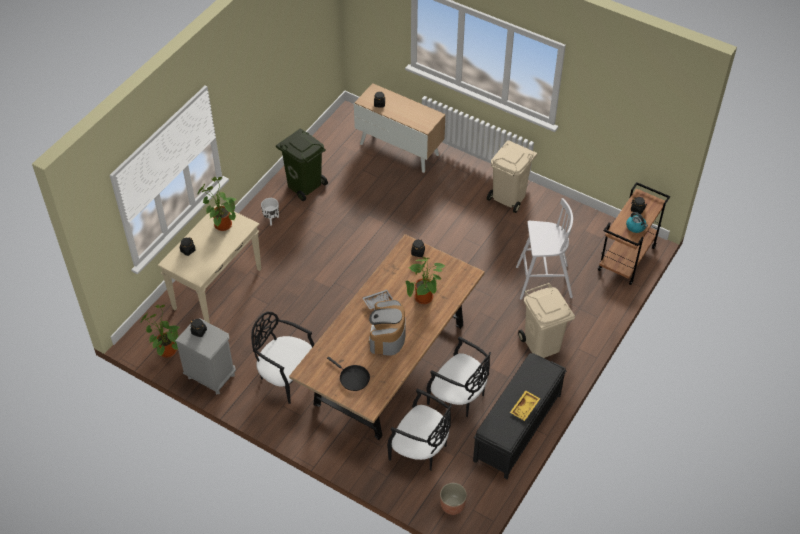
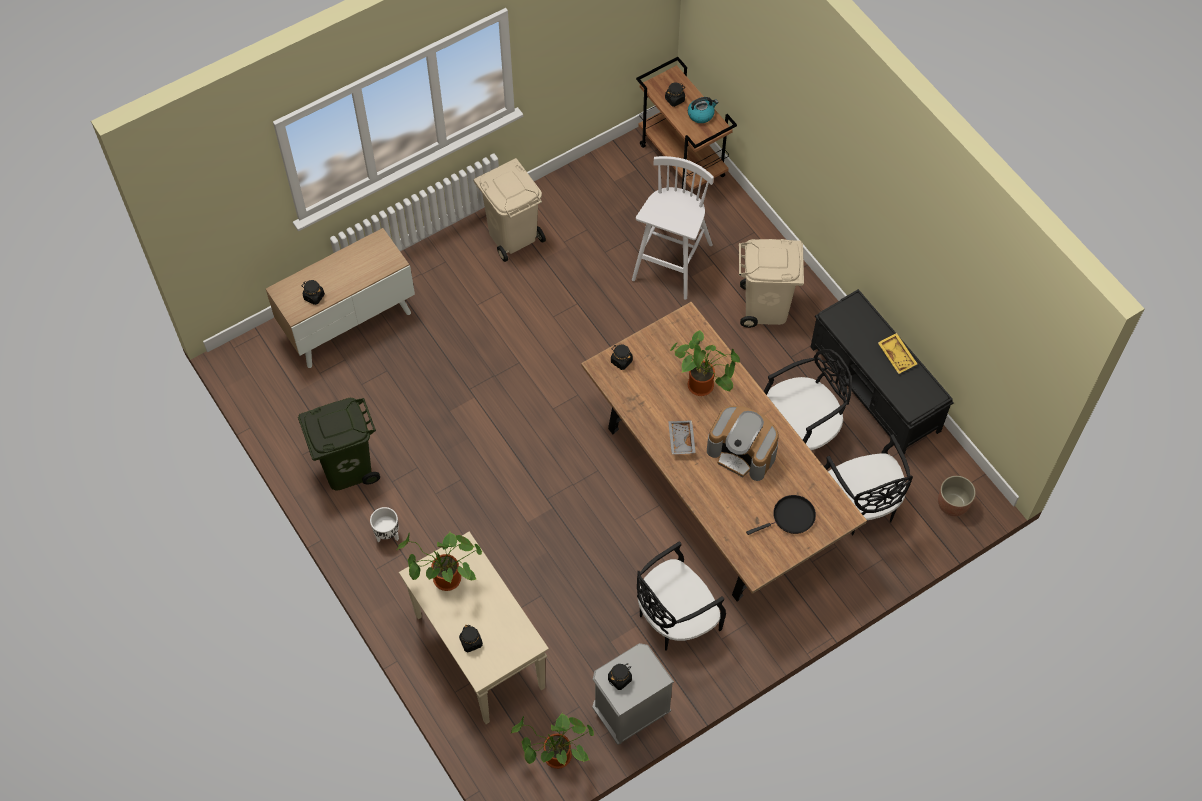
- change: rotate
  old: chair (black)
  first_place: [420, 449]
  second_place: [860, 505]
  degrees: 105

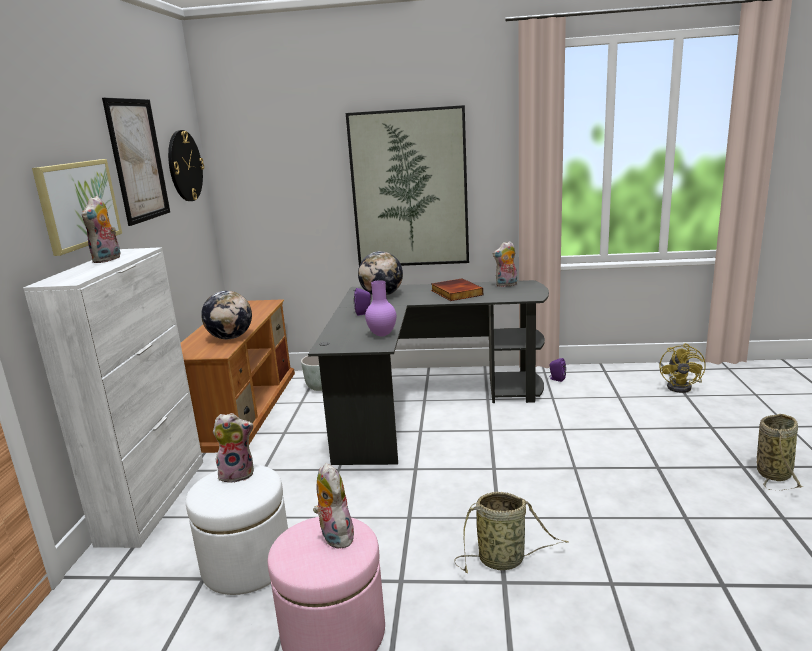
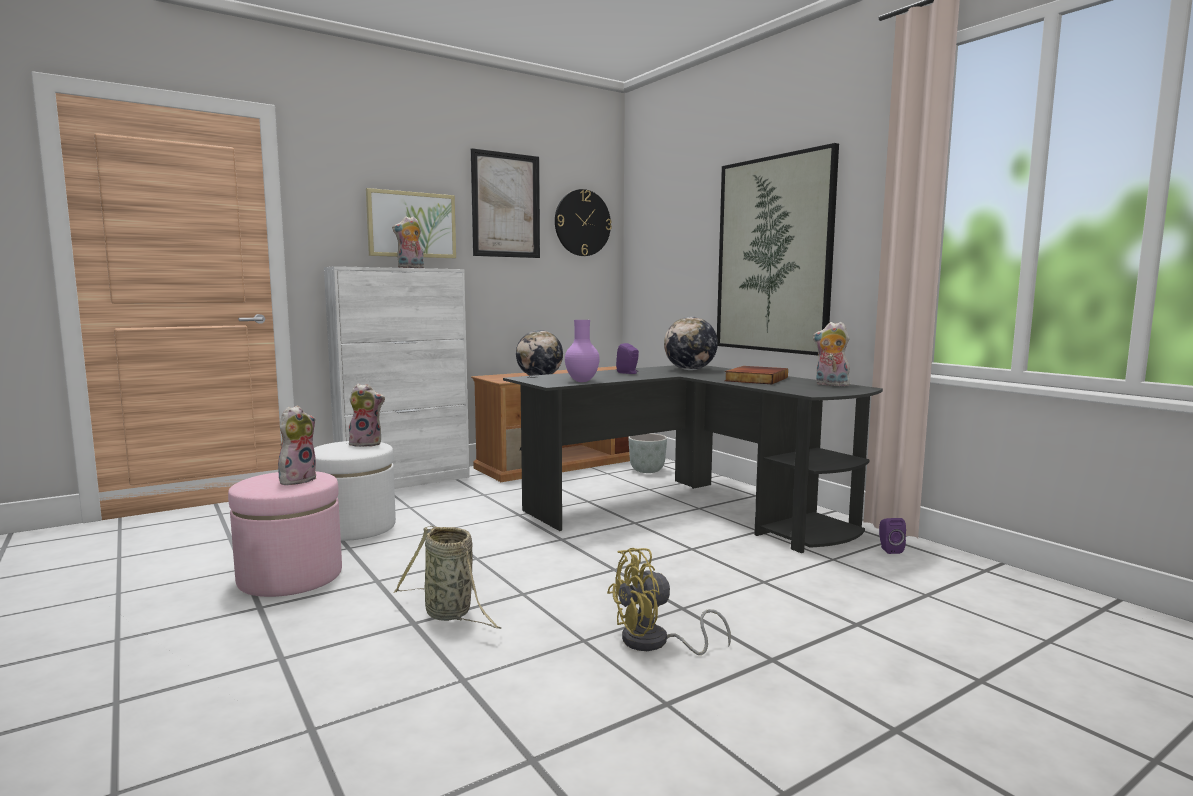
- change: rotate
  old: plush toy
  first_place: [238, 474]
  second_place: [367, 444]
  degrees: -45
- change: move
  old: fan (yellow-coloured)
  first_place: [683, 387]
  second_place: [655, 643]
- change: delete
  old: household basket
  first_place: [773, 472]

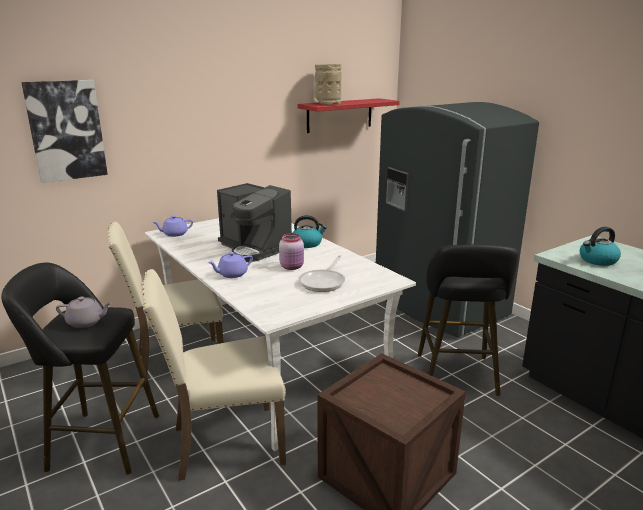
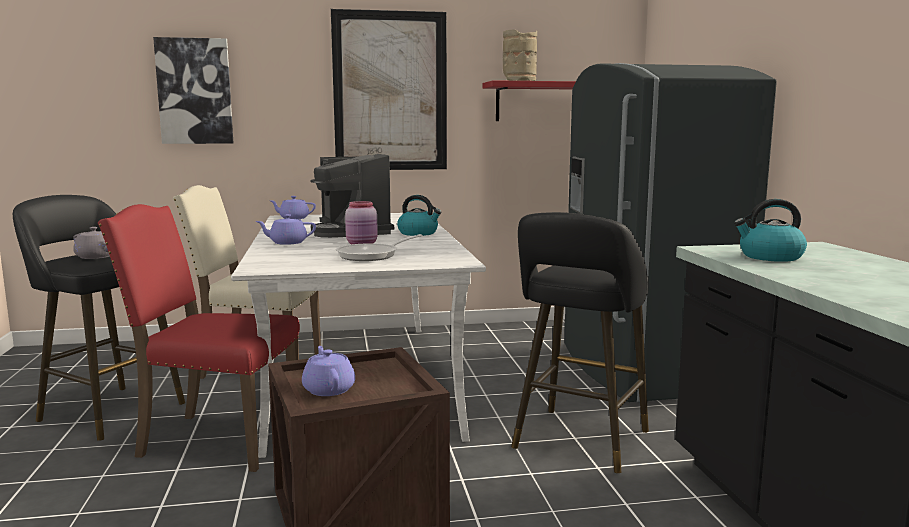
- change: recolor
  old: chair (sand-coloured)
  new: chair (red)
  first_place: [224, 443]
  second_place: [217, 439]
- change: insert
  new: tea pot (purple)
  second_place: [328, 389]
- change: insert
  new: wall art
  second_place: [390, 91]

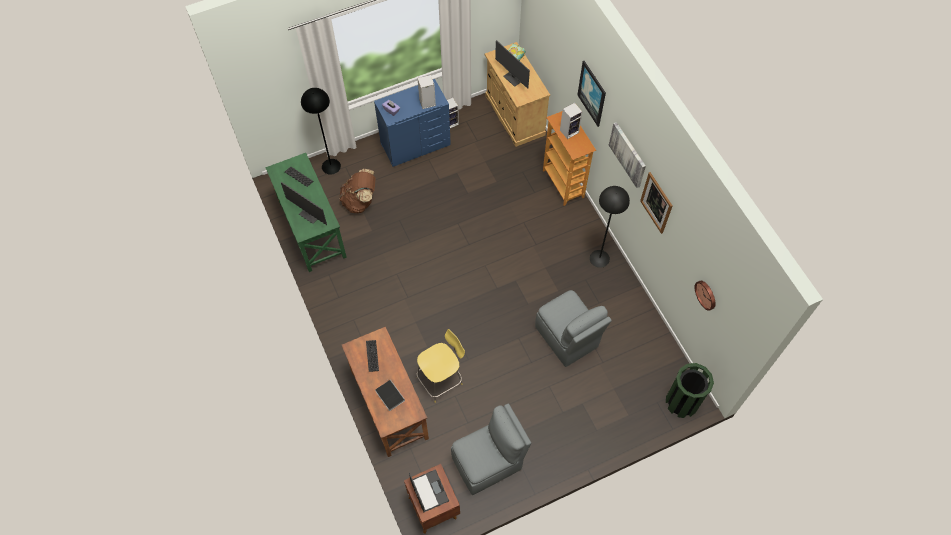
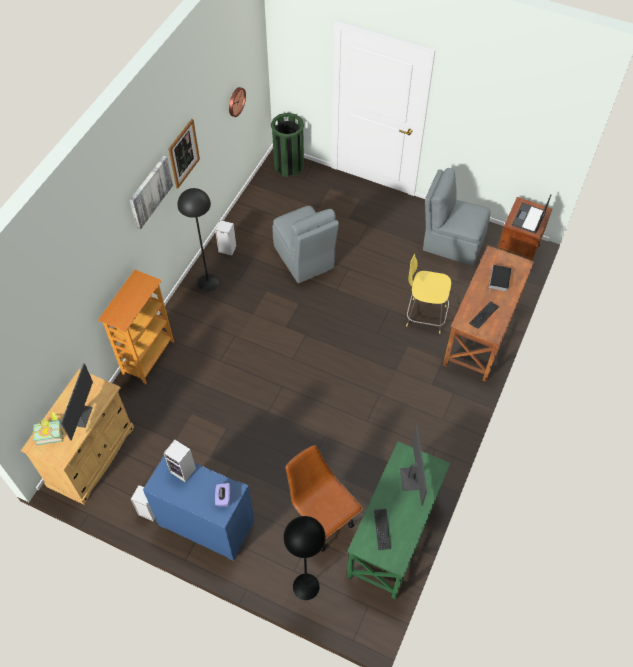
- change: move
  old: speaker
  first_place: [569, 131]
  second_place: [226, 249]
- change: rotate
  old: chair (grey)
  first_place: [567, 338]
  second_place: [304, 258]
  degrees: 135
- change: replace
  old: knapsack (brownish)
  new: desk chair (brownish)
  first_place: [360, 201]
  second_place: [321, 518]
- change: delete
  old: wall art
  first_place: [592, 93]

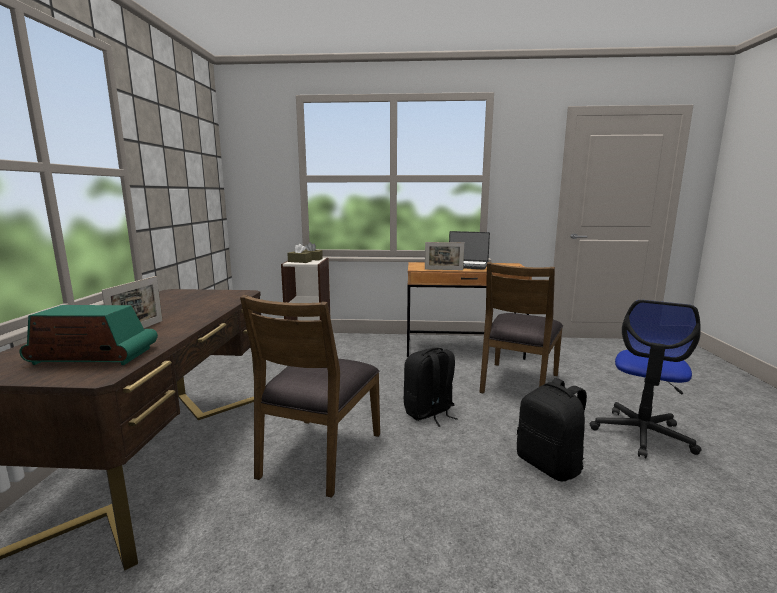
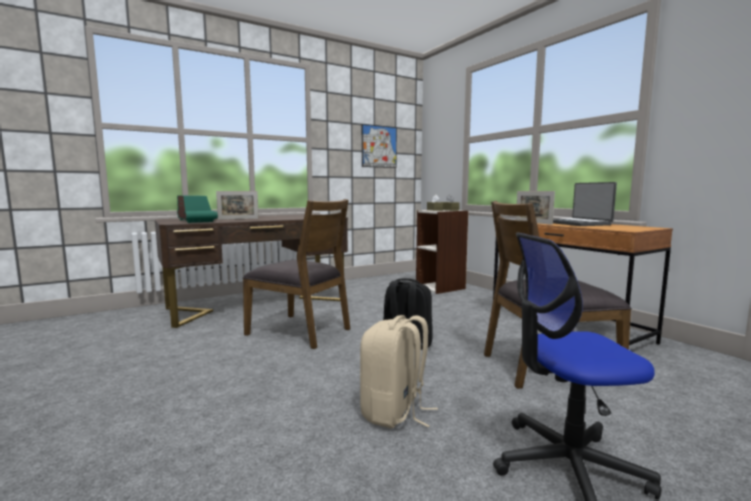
- change: rotate
  old: chair (brownish)
  first_place: [319, 454]
  second_place: [300, 331]
  degrees: -135
- change: recolor
  old: knapsack (black)
  new: knapsack (sand-coloured)
  first_place: [550, 465]
  second_place: [394, 412]
- change: insert
  new: wall art
  second_place: [379, 146]

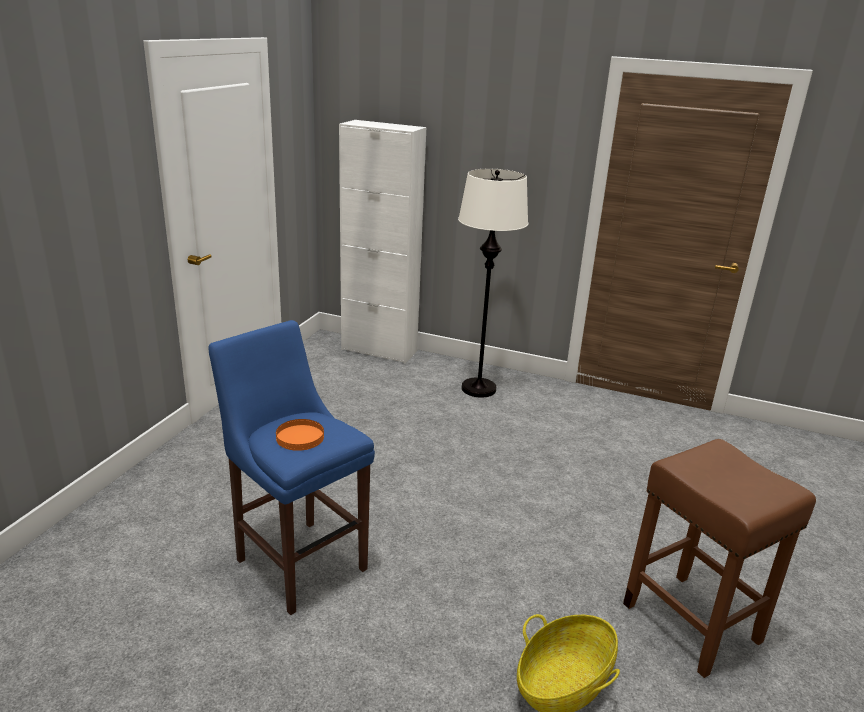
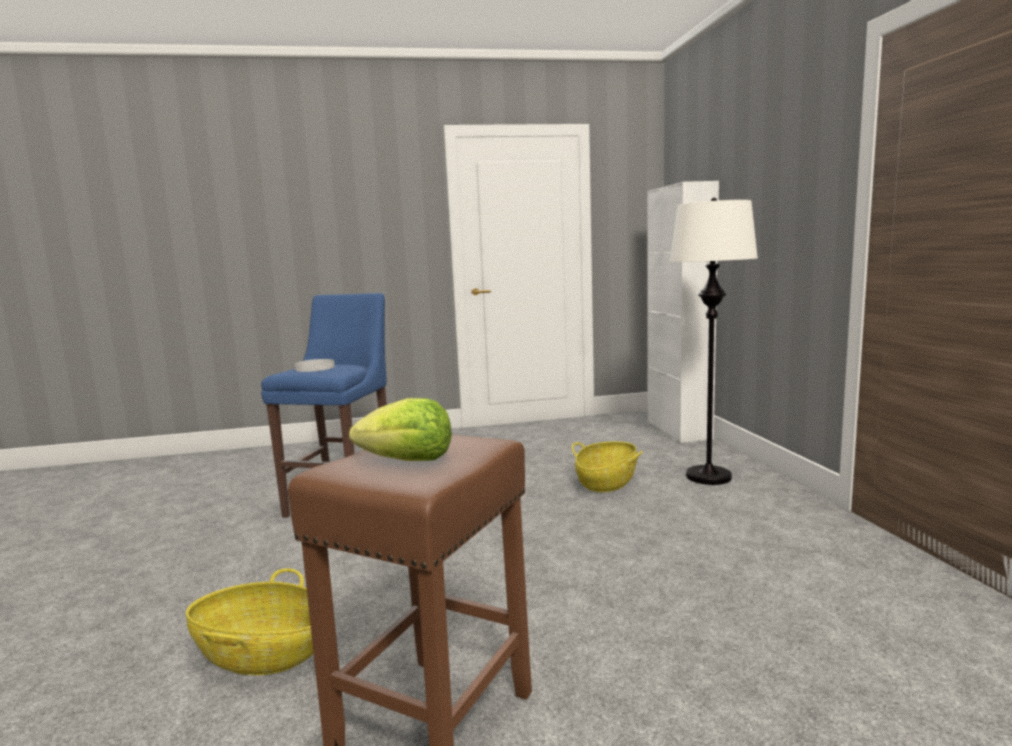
- change: recolor
  old: flat dish (orange-coloured)
  new: flat dish (white-coloured)
  first_place: [300, 437]
  second_place: [314, 368]
- change: insert
  new: lettuce
  second_place: [408, 461]
- change: insert
  new: household basket
  second_place: [606, 482]

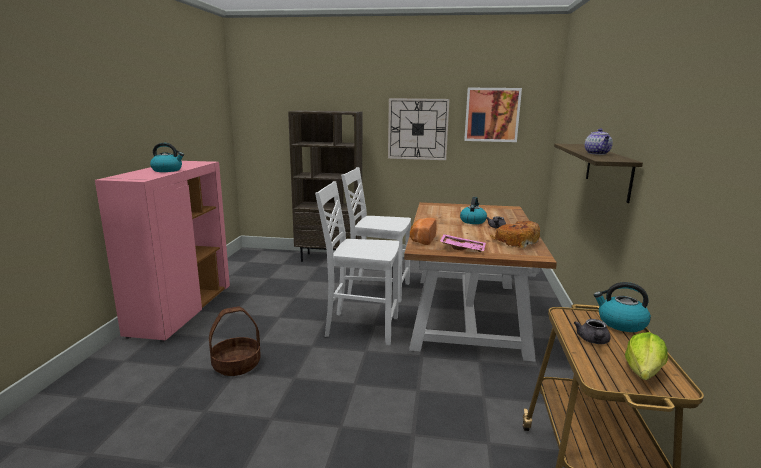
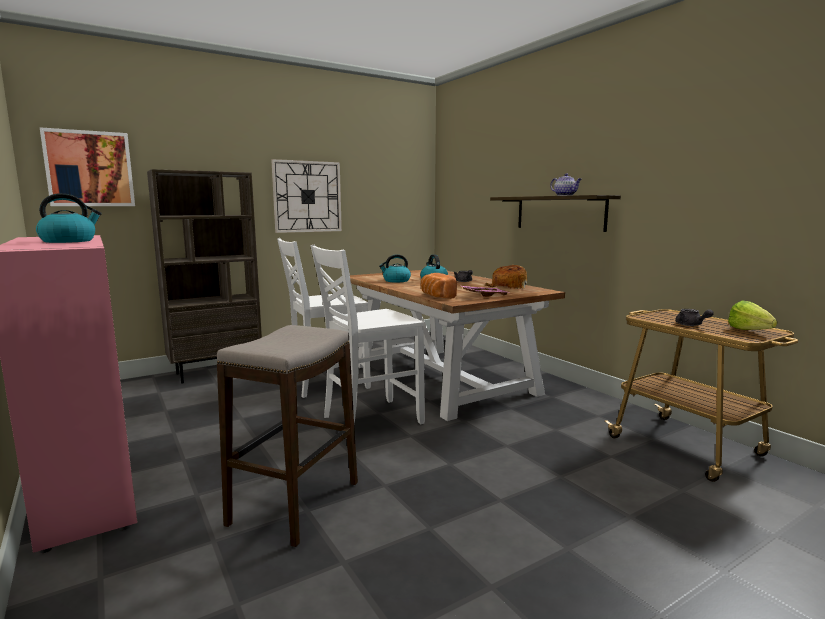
- change: move
  old: wall art
  first_place: [492, 114]
  second_place: [89, 169]
- change: replace
  old: household basket
  new: stool
  first_place: [237, 364]
  second_place: [294, 503]
- change: move
  old: kettle
  first_place: [621, 323]
  second_place: [396, 281]

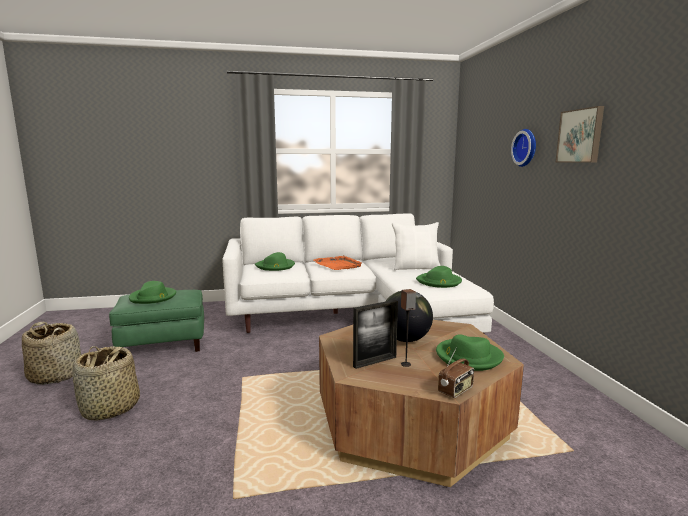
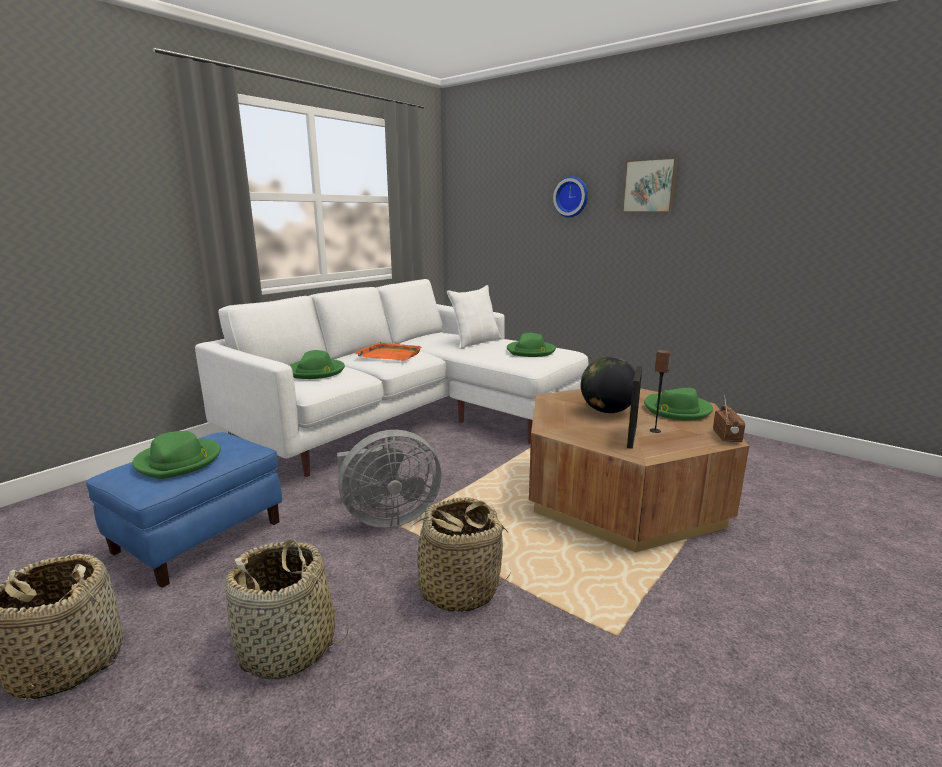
- change: recolor
  old: ottoman (green-coloured)
  new: ottoman (bluish)
  first_place: [162, 345]
  second_place: [199, 537]
- change: insert
  new: fan (grey)
  second_place: [387, 517]
- change: insert
  new: household basket
  second_place: [458, 589]

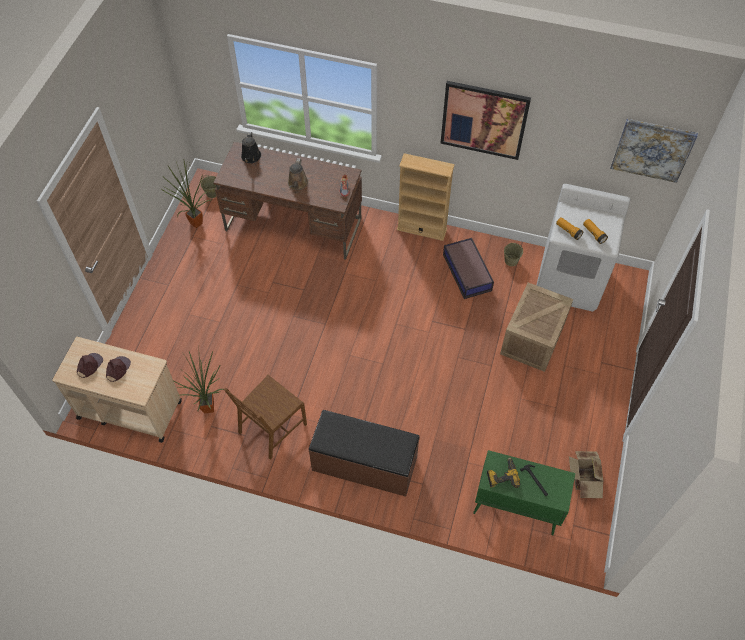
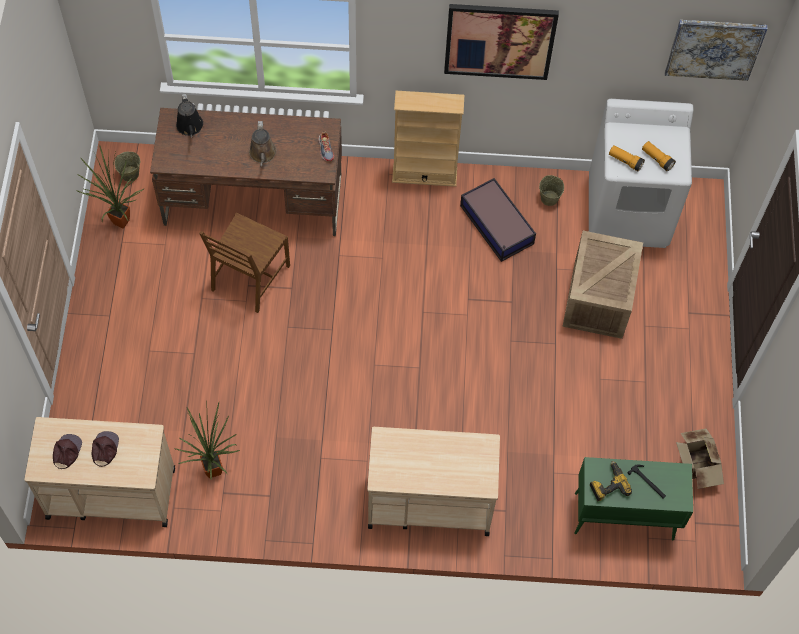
- change: move
  old: chair (brownish)
  first_place: [272, 428]
  second_place: [250, 278]
- change: replace
  old: bench (brownish)
  new: trolley (sand-coloured)
  first_place: [364, 464]
  second_place: [428, 501]

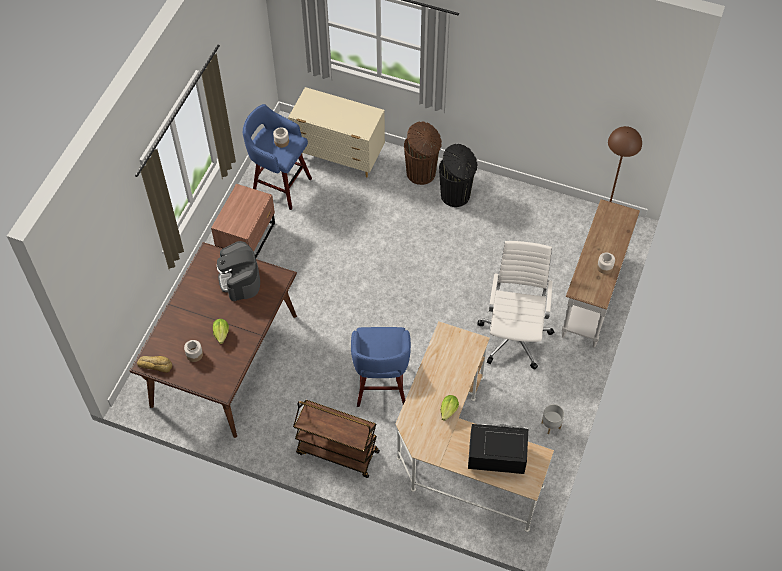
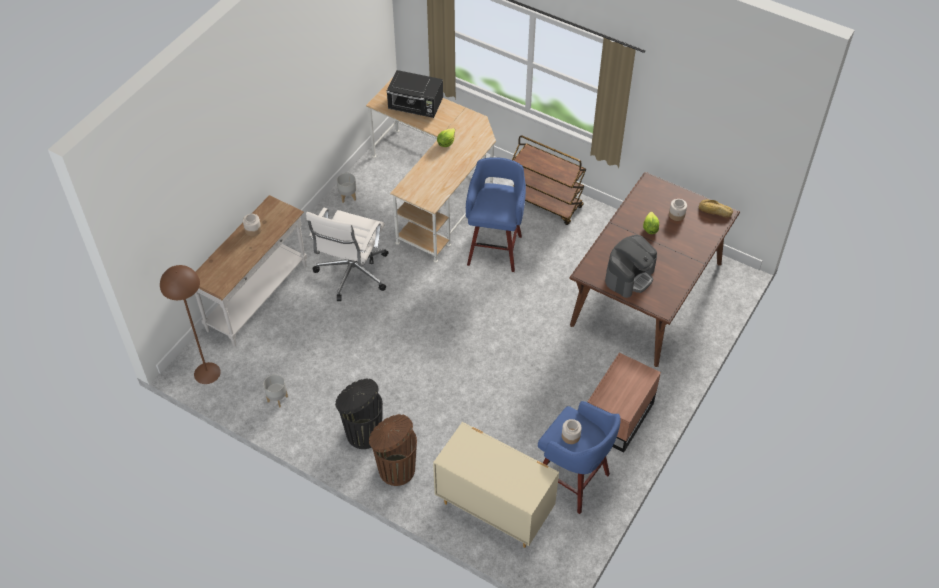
- change: insert
  new: plant pot (grey)
  second_place: [277, 399]
- change: rotate
  old: coffee brewer
  first_place: [240, 280]
  second_place: [629, 276]
  degrees: 45

